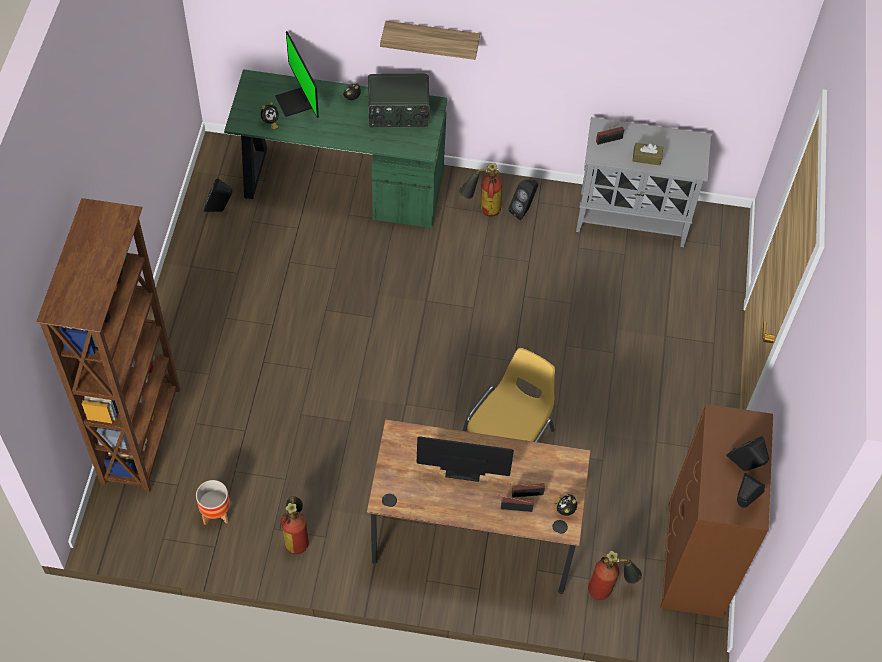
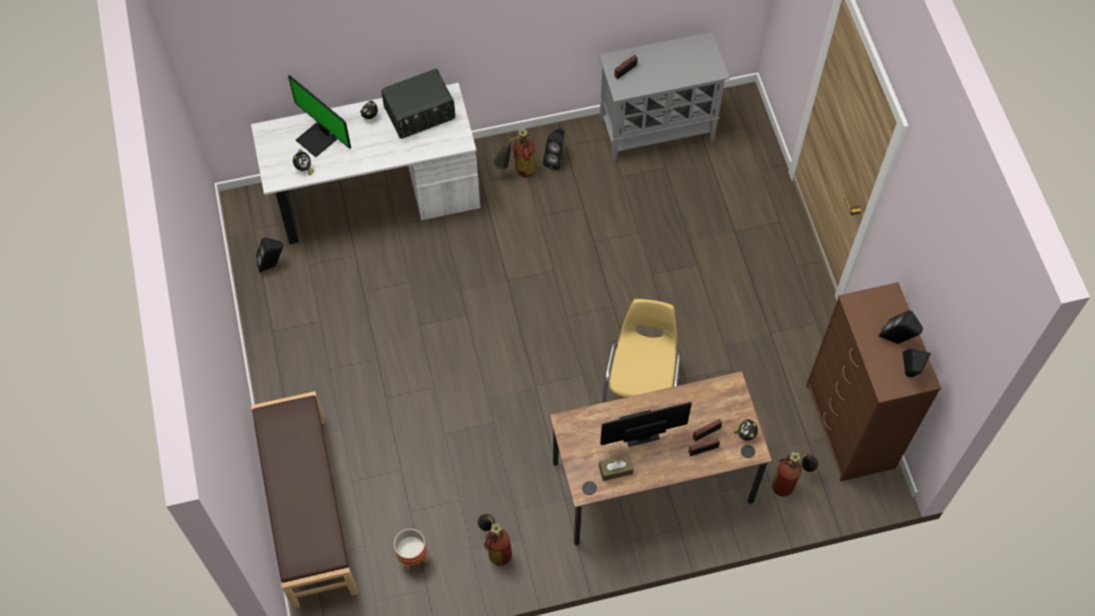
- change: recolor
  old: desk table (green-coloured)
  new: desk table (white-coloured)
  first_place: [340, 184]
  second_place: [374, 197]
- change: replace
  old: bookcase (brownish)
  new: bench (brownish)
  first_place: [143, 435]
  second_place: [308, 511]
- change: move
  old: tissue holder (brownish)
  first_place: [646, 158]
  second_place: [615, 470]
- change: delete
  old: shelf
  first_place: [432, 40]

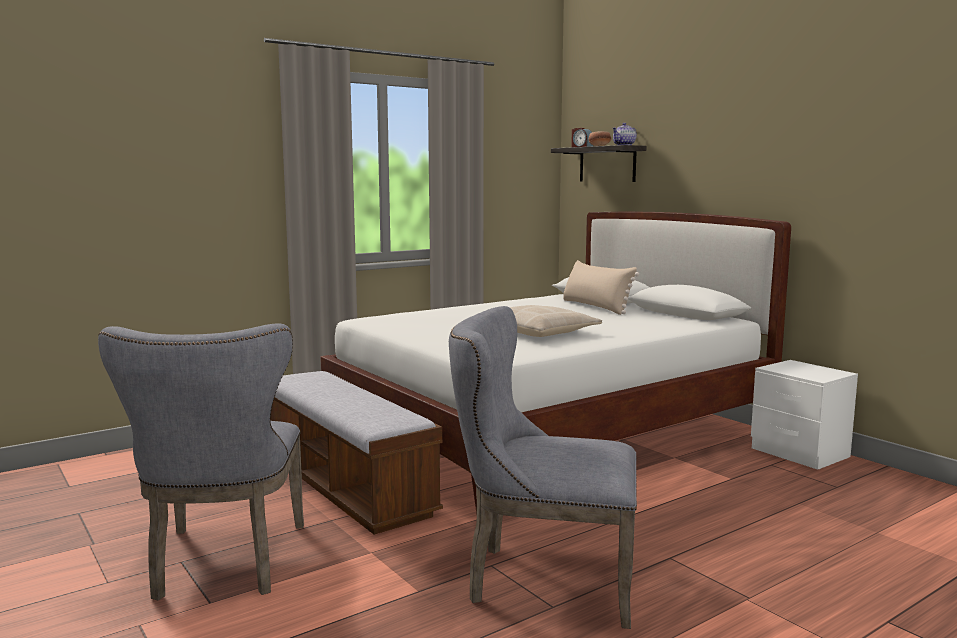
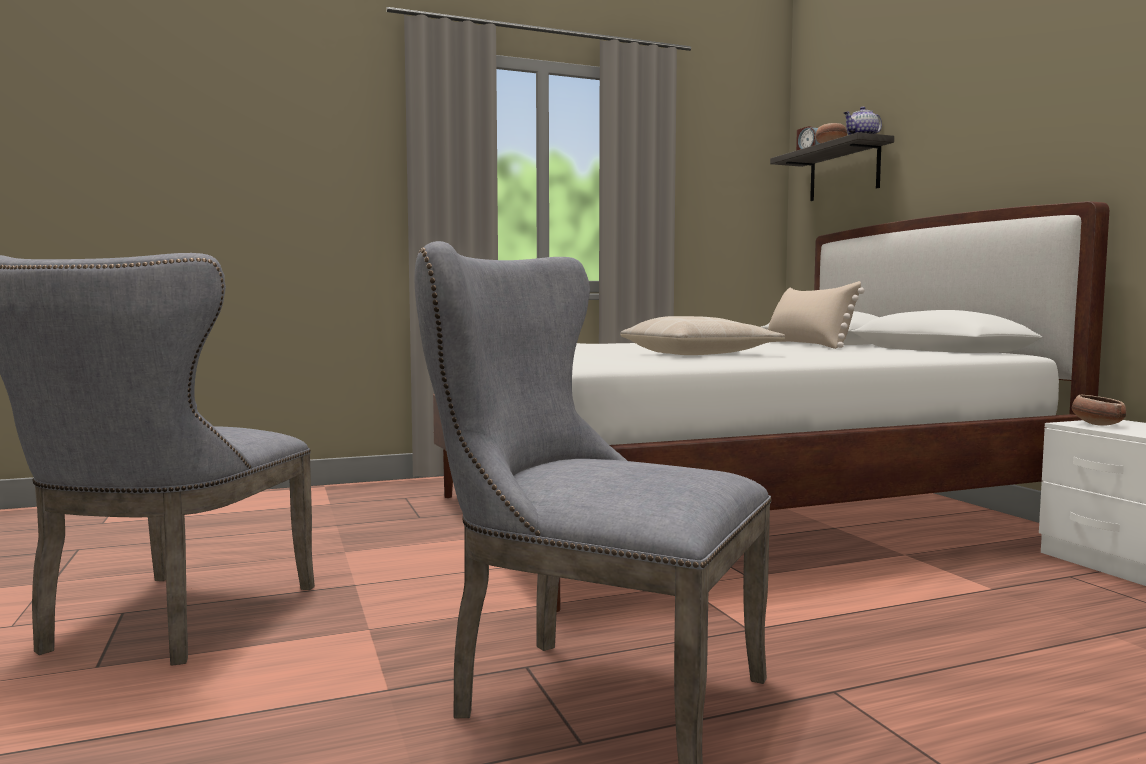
- change: insert
  new: bowl
  second_place: [1097, 424]
- change: delete
  old: bench
  first_place: [347, 486]

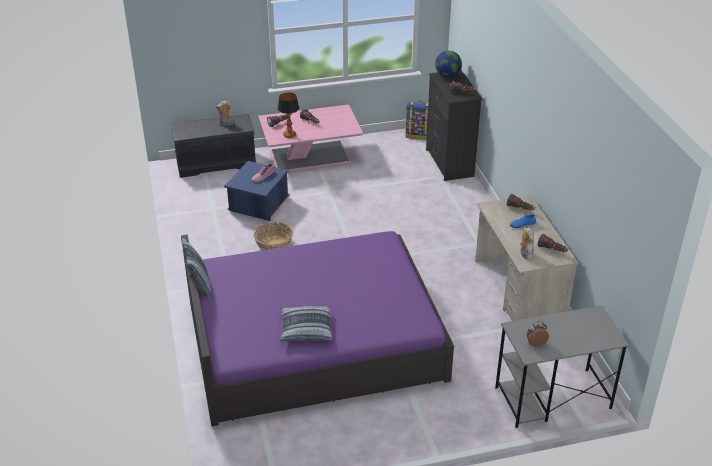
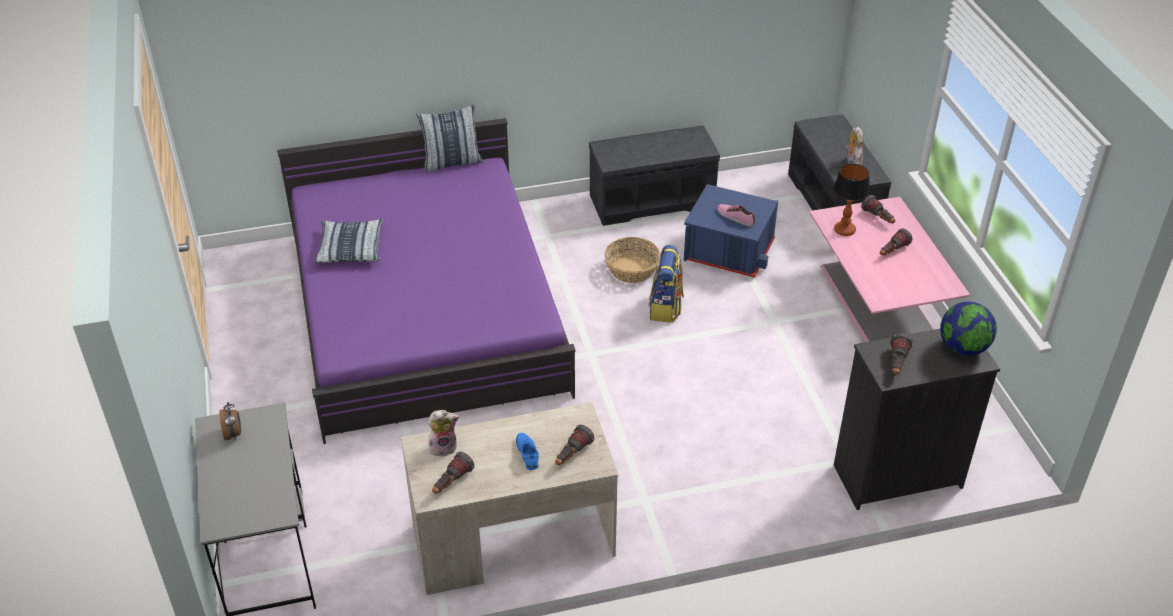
- change: insert
  new: bench (grey)
  second_place: [652, 200]
- change: move
  old: knapsack
  first_place: [418, 135]
  second_place: [665, 308]

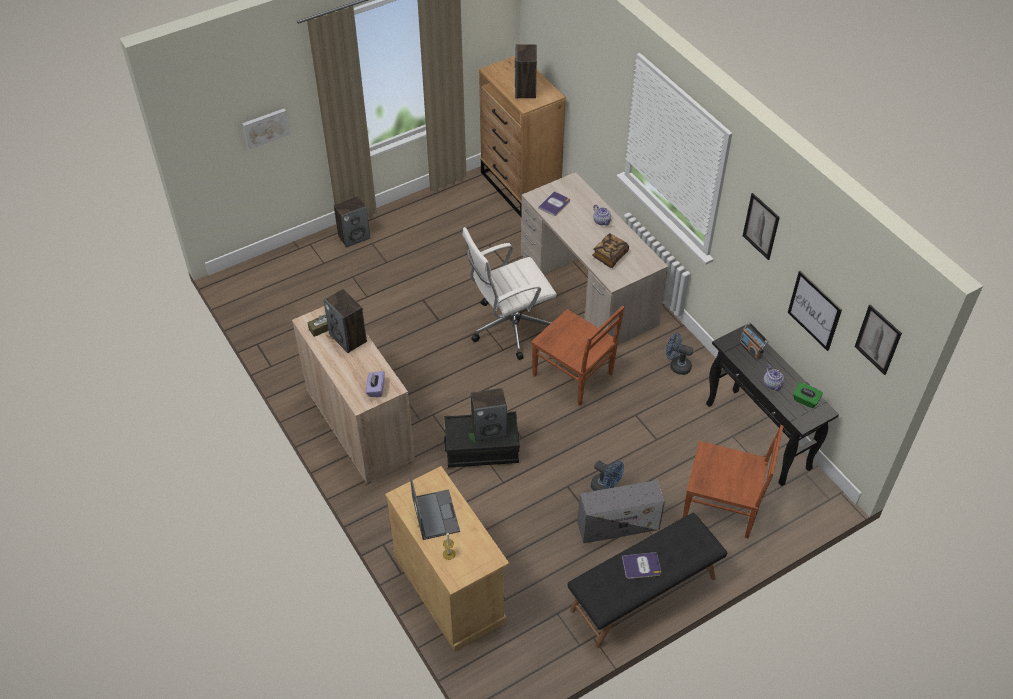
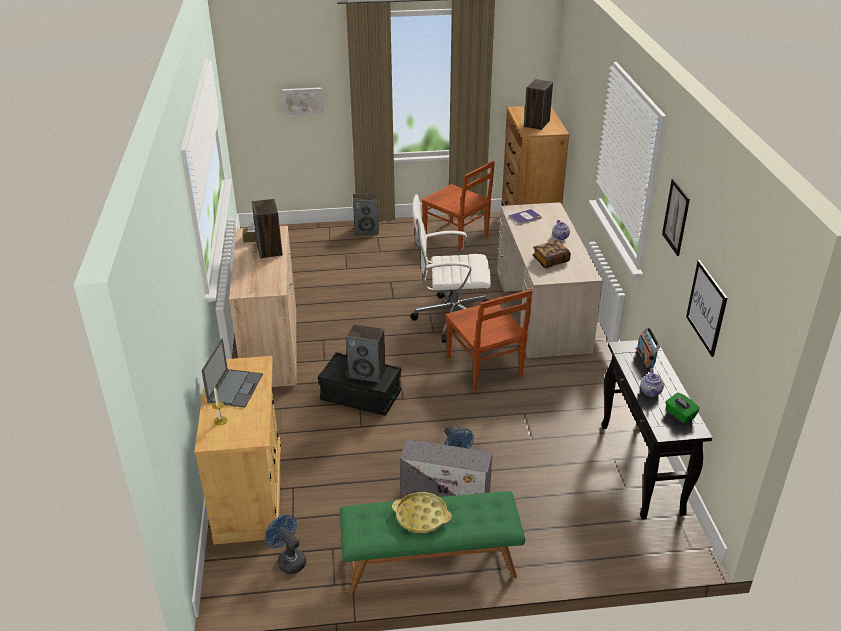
- change: move
  old: fan (bluish)
  first_place: [676, 366]
  second_place: [288, 560]
- change: recolor
  old: bench (black)
  new: bench (green-coloured)
  first_place: [643, 595]
  second_place: [430, 564]
- change: replace
  old: volume
  new: tray (yellow-coloured)
  first_place: [641, 566]
  second_place: [421, 516]
- change: move
  old: chair (brownish)
  first_place: [722, 507]
  second_place: [456, 237]
- change: delete
  old: tissue holder (purple)
  first_place: [376, 389]
- change: delete
  old: wall art
  first_place: [878, 339]

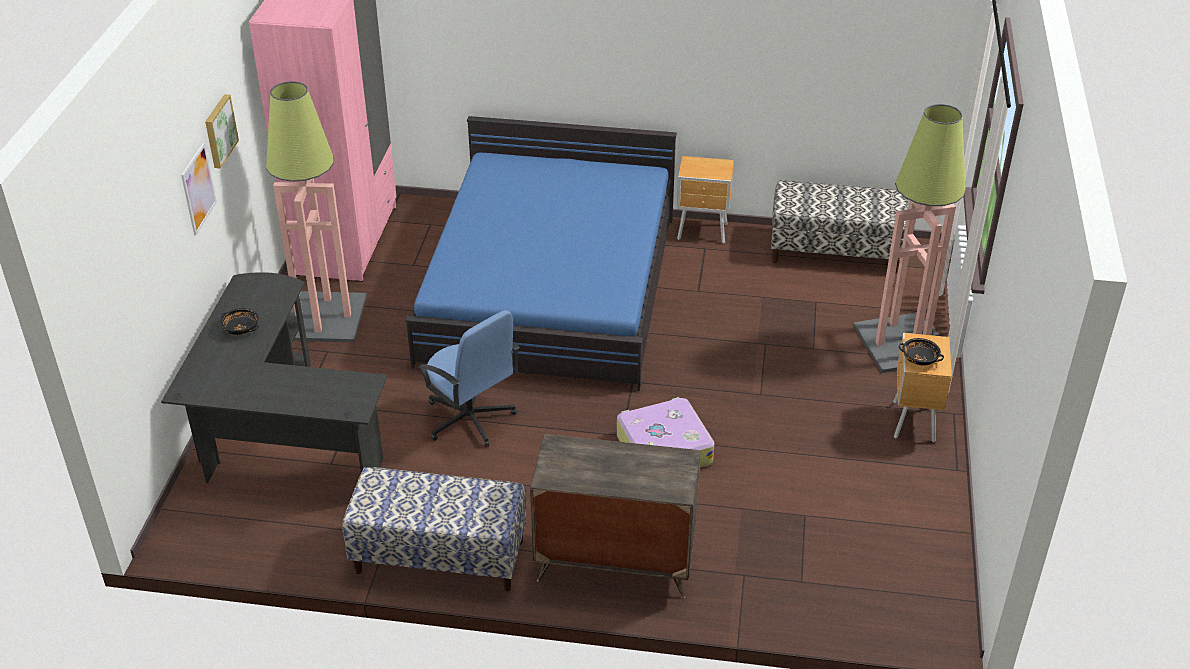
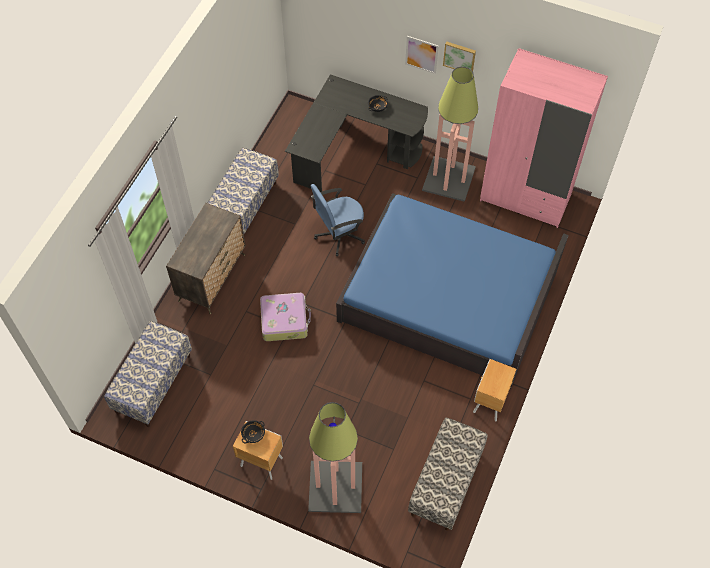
- change: insert
  new: bench
  second_place: [153, 383]

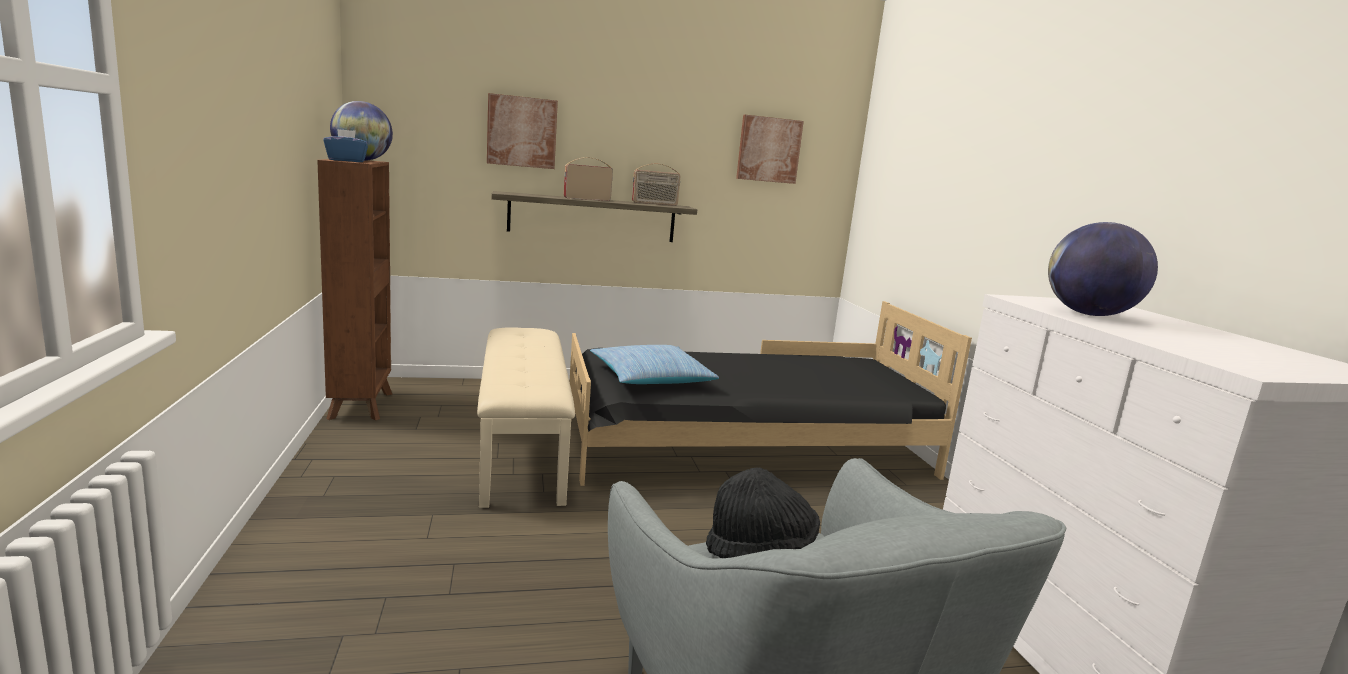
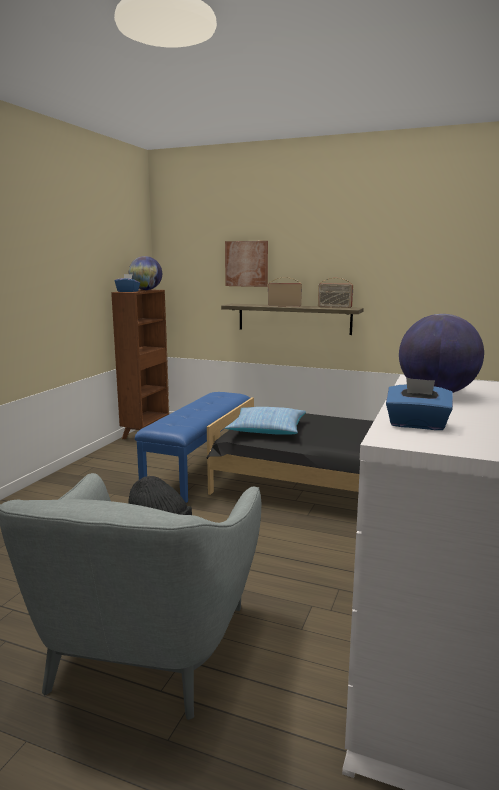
- change: recolor
  old: bench (sand-coloured)
  new: bench (bluish)
  first_place: [523, 448]
  second_place: [202, 468]
- change: insert
  new: tissue holder (bluish)
  second_place: [417, 425]
- change: delete
  old: wall art
  first_place: [768, 149]

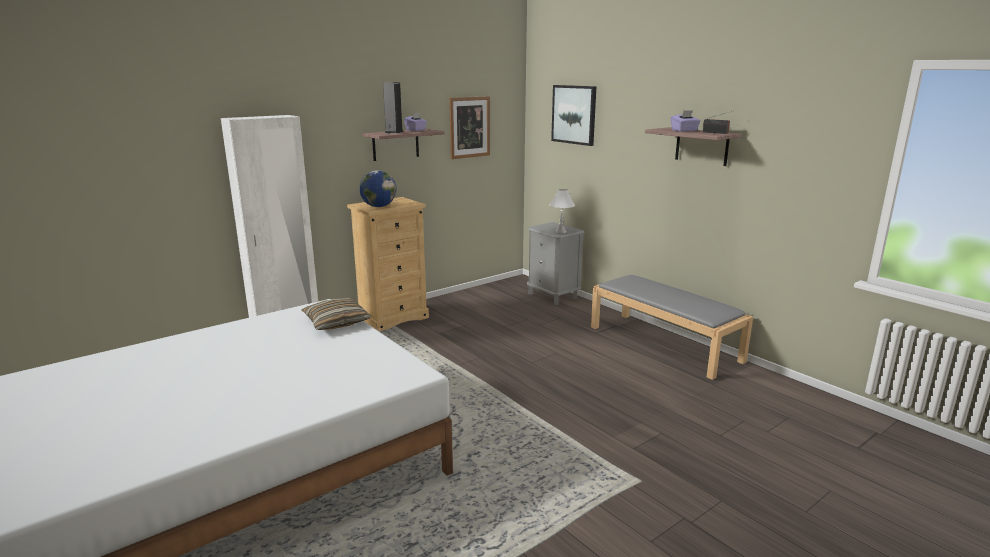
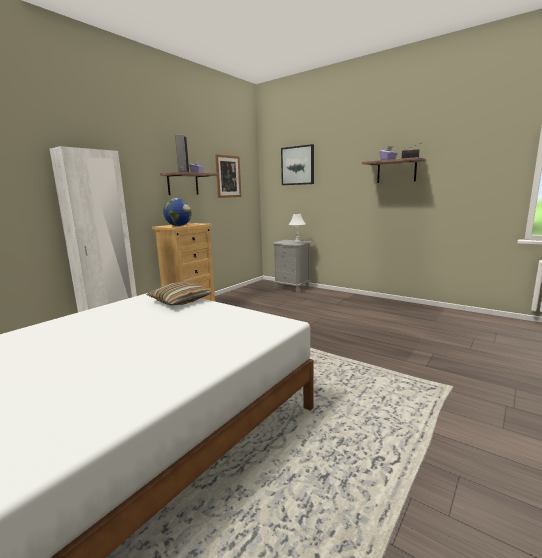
- change: delete
  old: bench (grey)
  first_place: [664, 343]

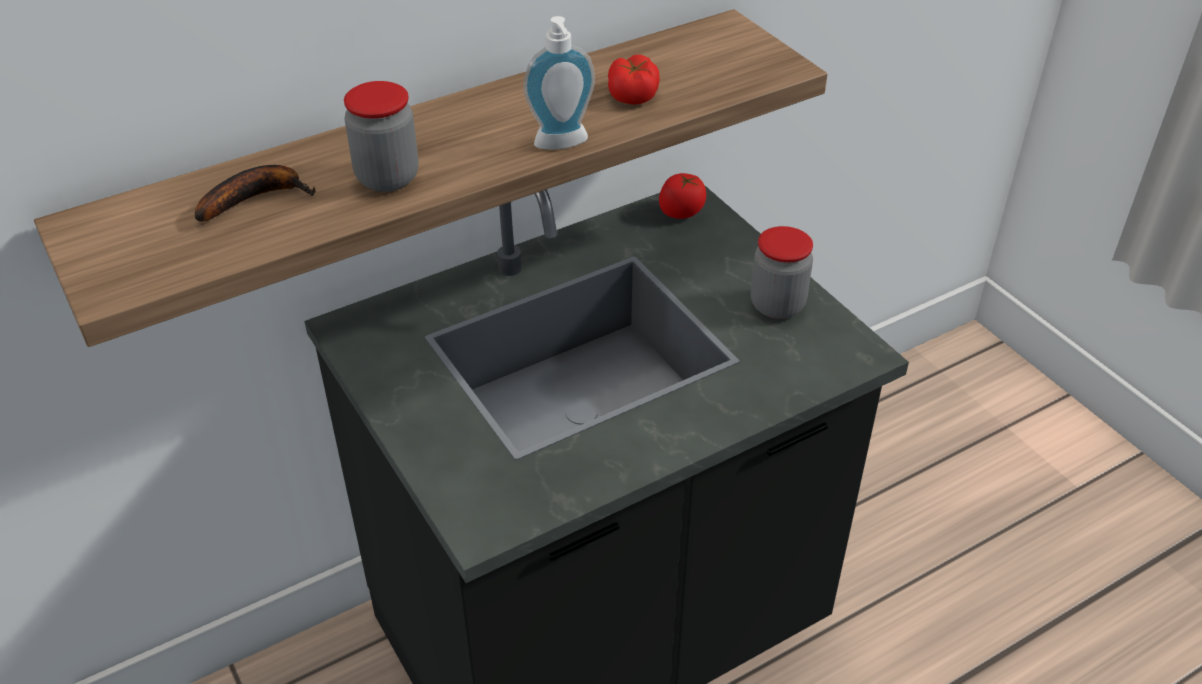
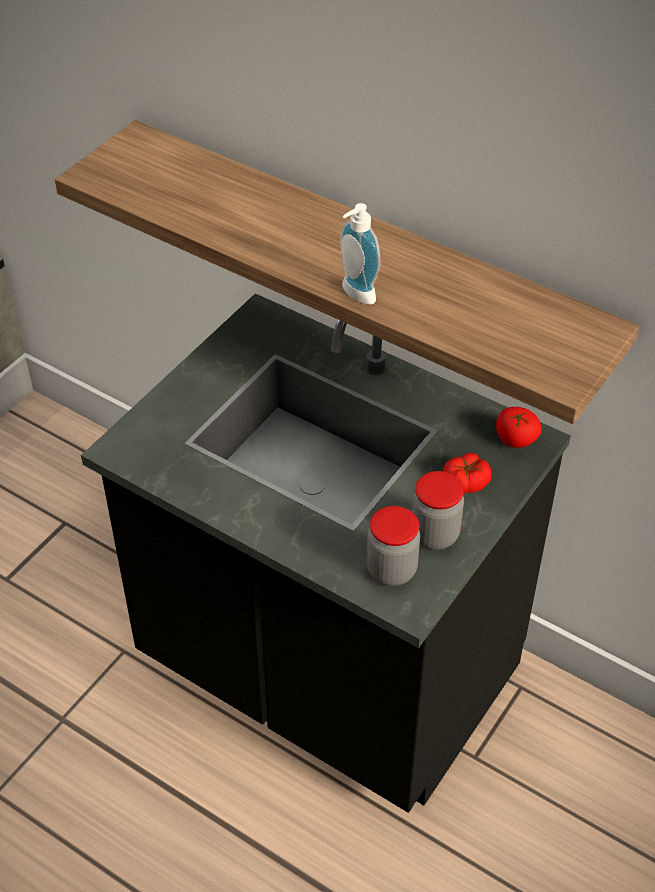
- change: move
  old: storage jar
  first_place: [387, 178]
  second_place: [391, 570]
- change: move
  old: tomato
  first_place: [633, 94]
  second_place: [466, 483]
- change: delete
  old: whole banana
  first_place: [256, 198]

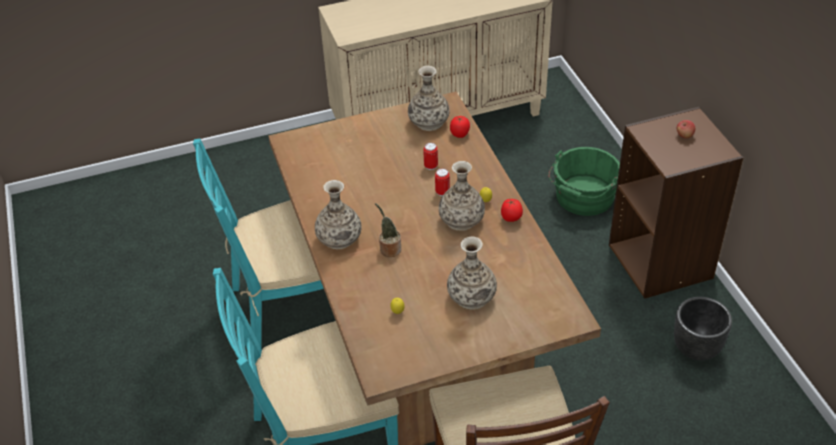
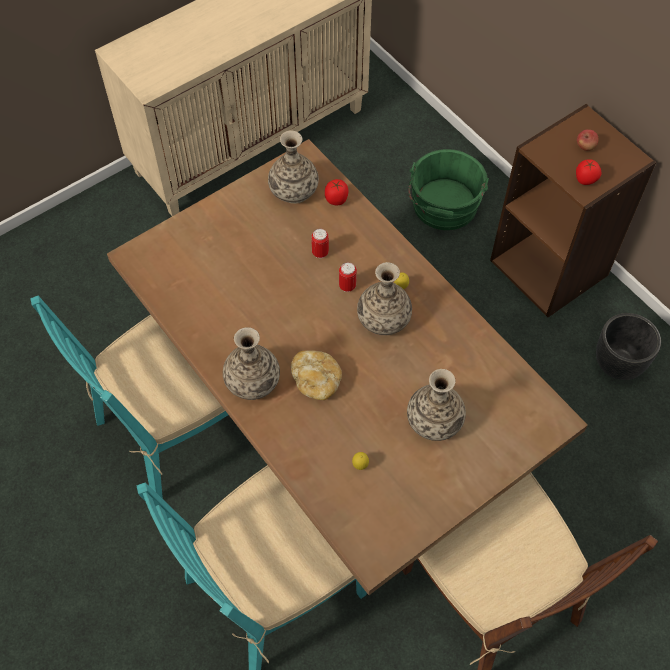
- change: replace
  old: plant in a pot
  new: bread
  first_place: [389, 249]
  second_place: [316, 381]
- change: move
  old: tomato
  first_place: [511, 218]
  second_place: [585, 180]

